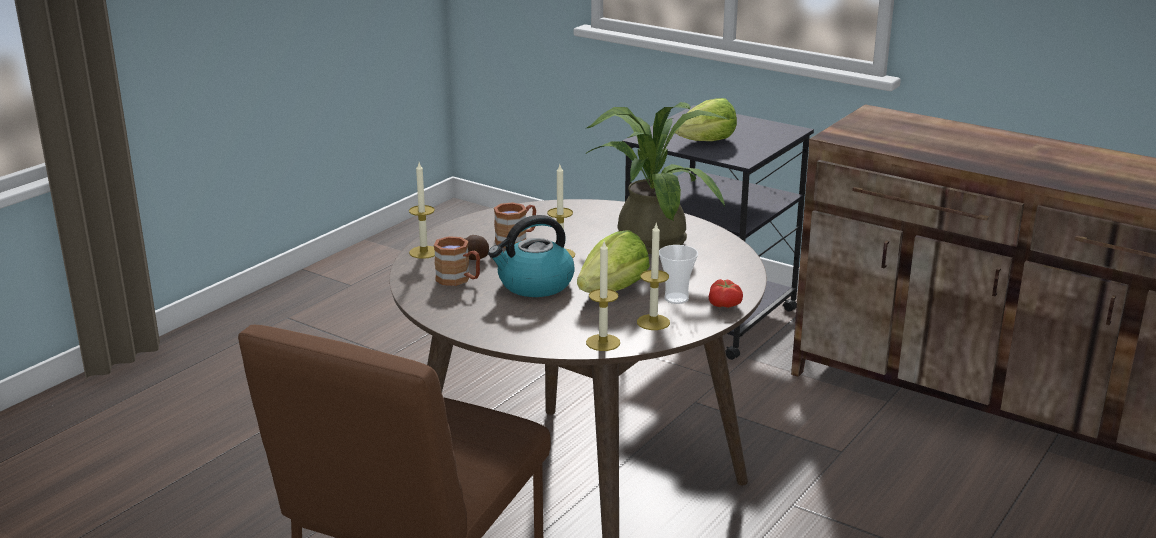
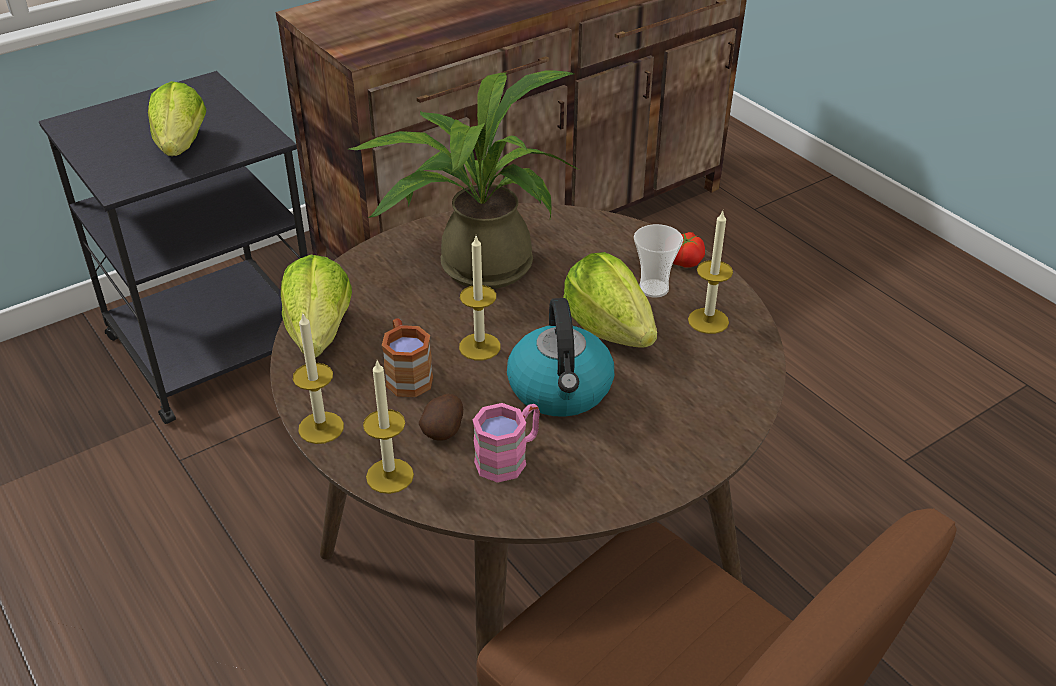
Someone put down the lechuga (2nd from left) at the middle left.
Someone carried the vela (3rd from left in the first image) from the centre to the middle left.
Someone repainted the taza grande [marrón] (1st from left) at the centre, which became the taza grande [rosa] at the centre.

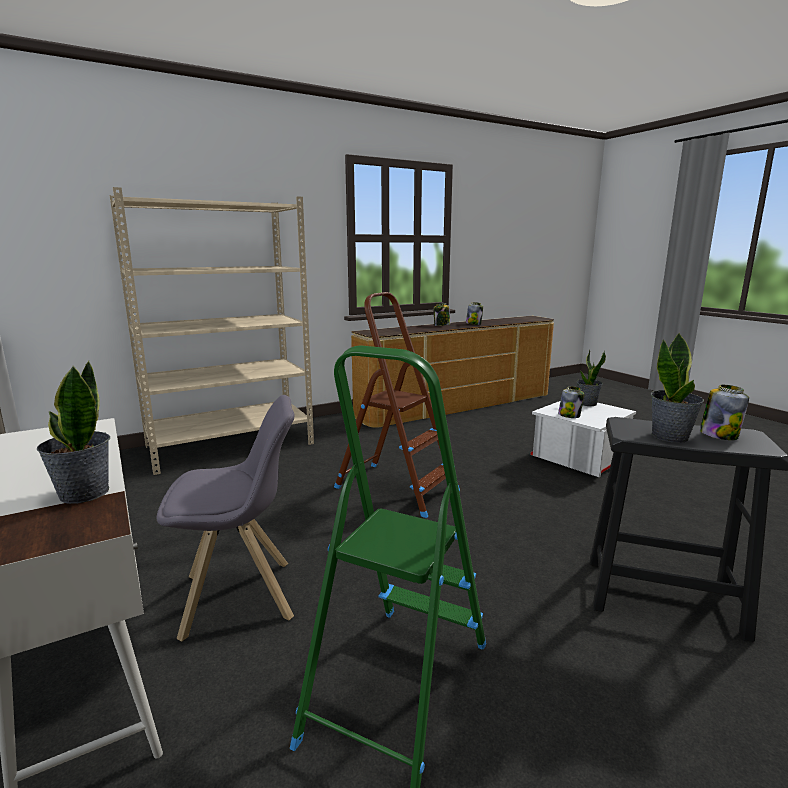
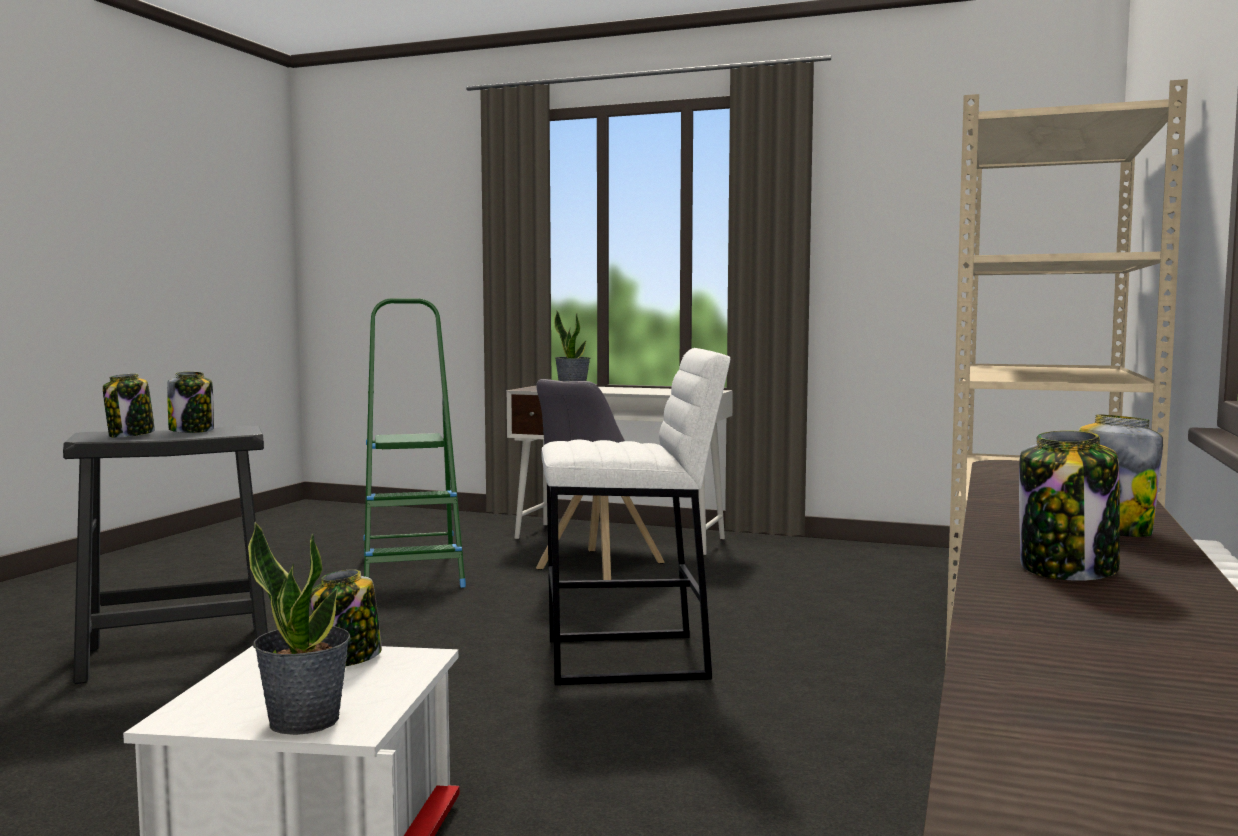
Someone swapped the planta en maceta (3rd from left) at the middle right for the tarro (2nd from left) at the middle left.
Someone swapped the escalera de tijera [marrón] at the centre for the taburete [blanco] at the centre.

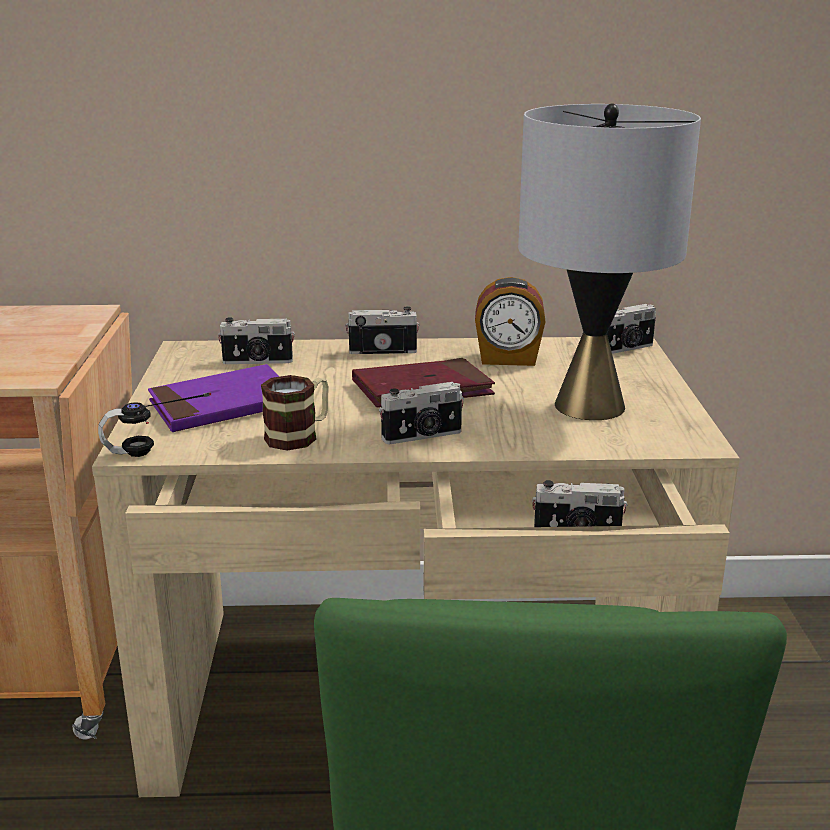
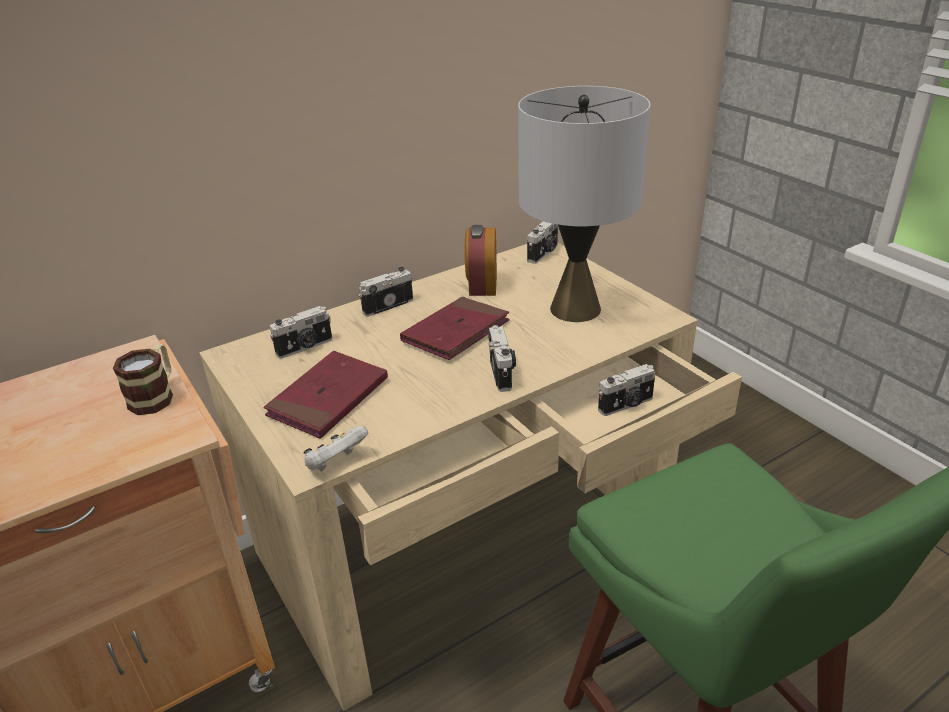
Someone carried the taza grande from the centre to the middle left.
Someone repainted the libro [morado] at the middle left, which became the libro [rojo] (1st from left) at the centre.
Someone swapped the auriculares at the middle left for the mando de consola [blanco] at the centre.
Someone rotated the despertador at the centre by 120 degrees clockwise.
Someone rotated the cámara (3rd from left) at the centre by 45 degrees counterclockwise.

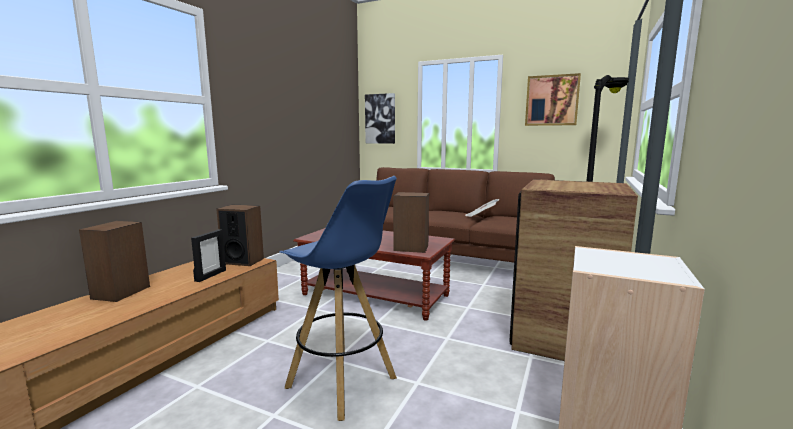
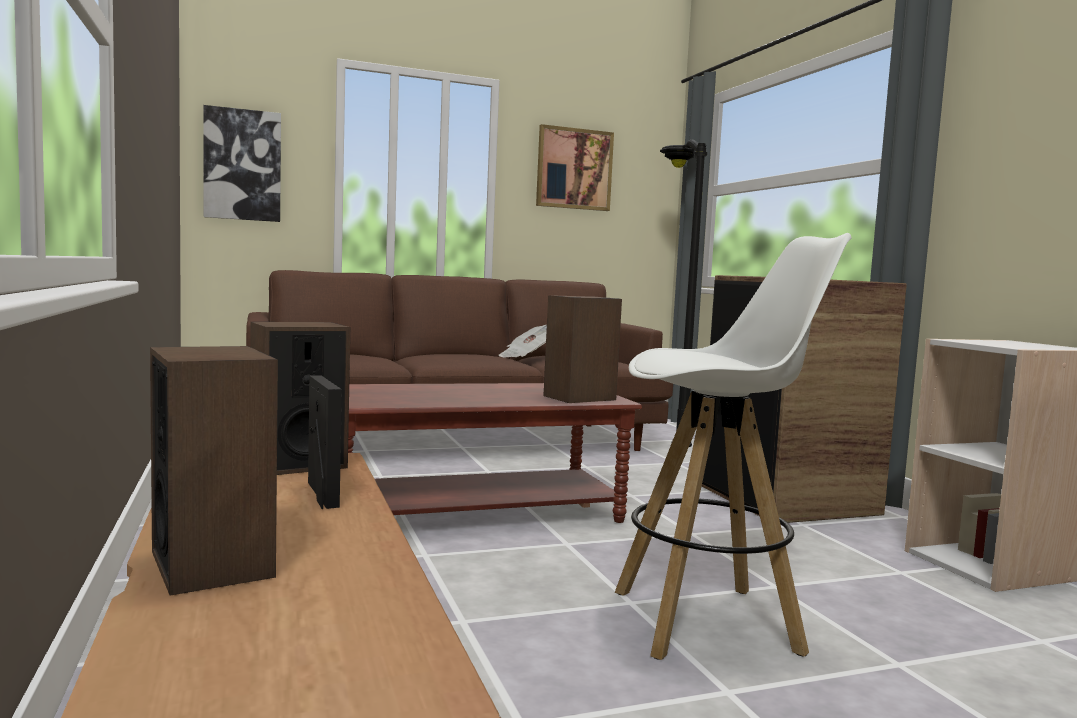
Someone repainted the taburete [azul] at the bottom centre, which became the taburete [blanco] at the middle right.

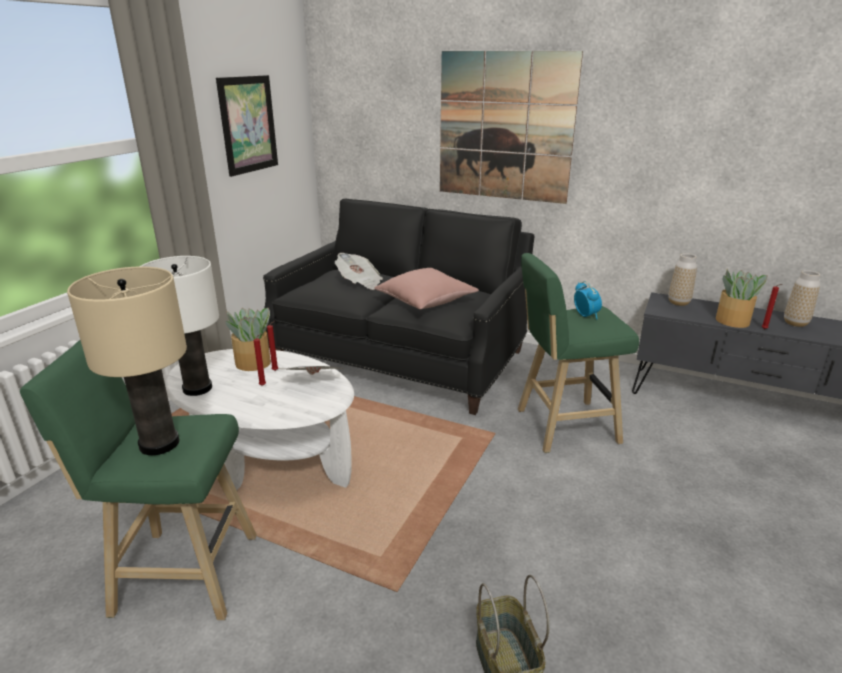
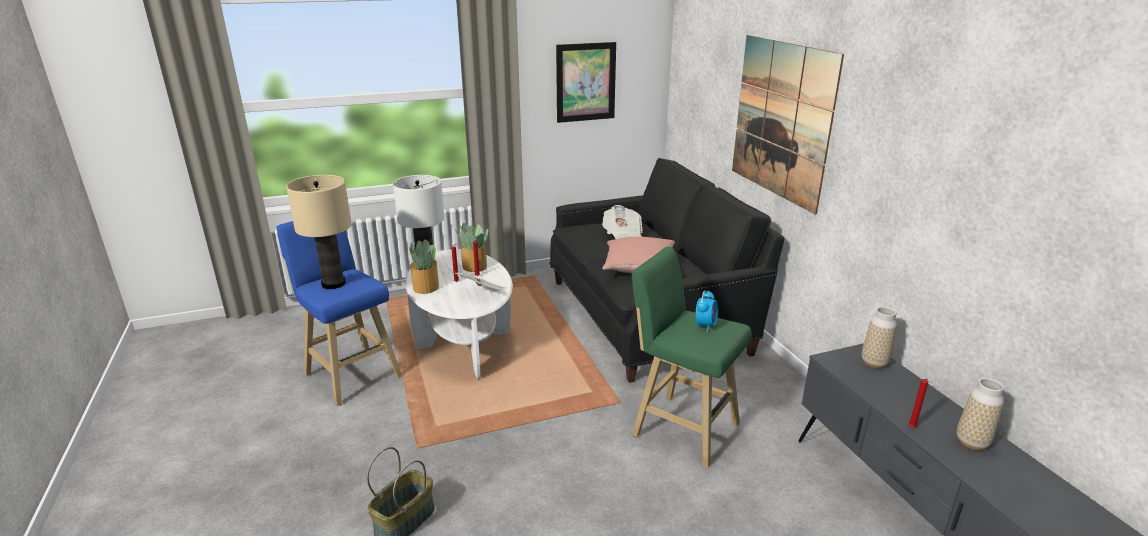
Someone repainted the taburete [verde] (1st from left) at the bottom left, which became the taburete [azul] at the middle left.
Someone carried the planta en maceta (2nd from left in the first image) from the middle right to the centre.

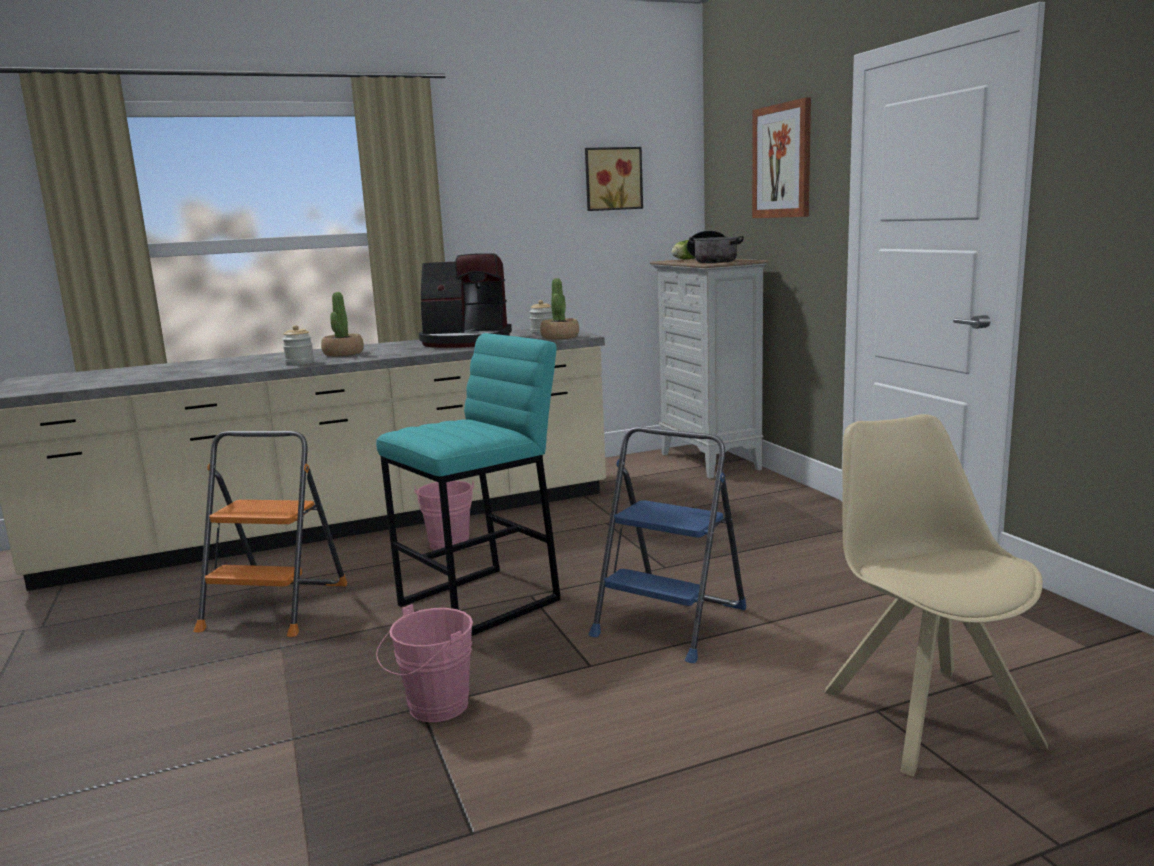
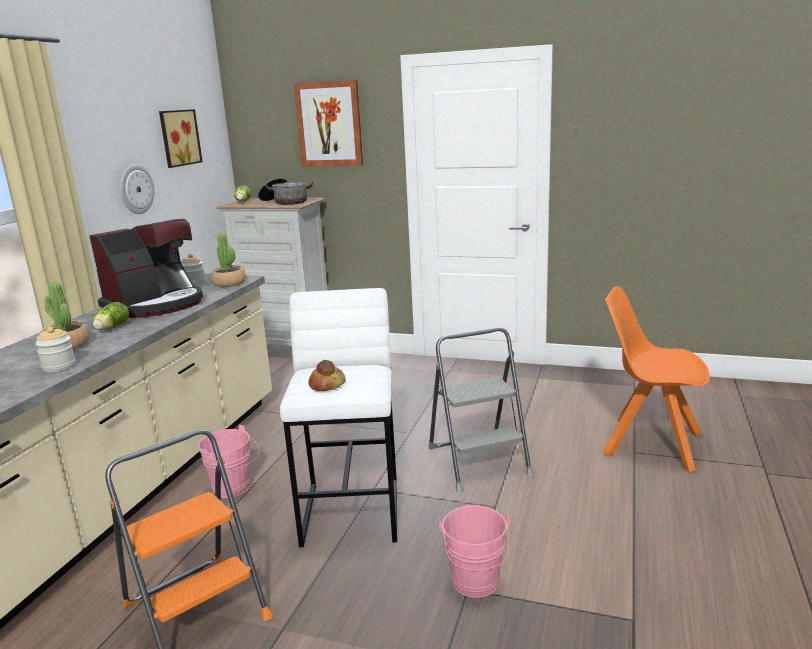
Someone put down the lechuga (1st from left) at the middle left.
Someone put up the reloj de pared at the top left.
Someone repainted the taburete [turquesa] at the centre, which became the taburete [blanco] at the centre.
Someone put down the pan at the centre.
Someone repainted the escalera de tijera [azul] at the centre, which became the escalera de tijera [gris] at the centre.
Someone repainted the silla [beis] at the bottom right, which became the silla [naranja] at the middle right.

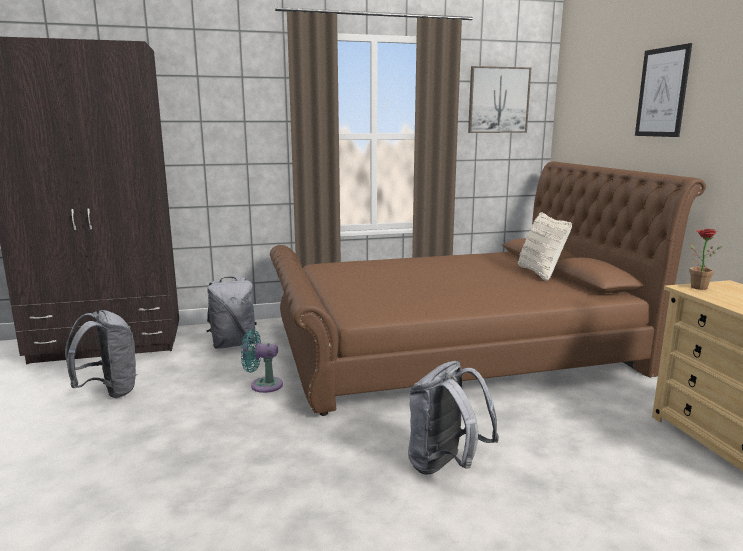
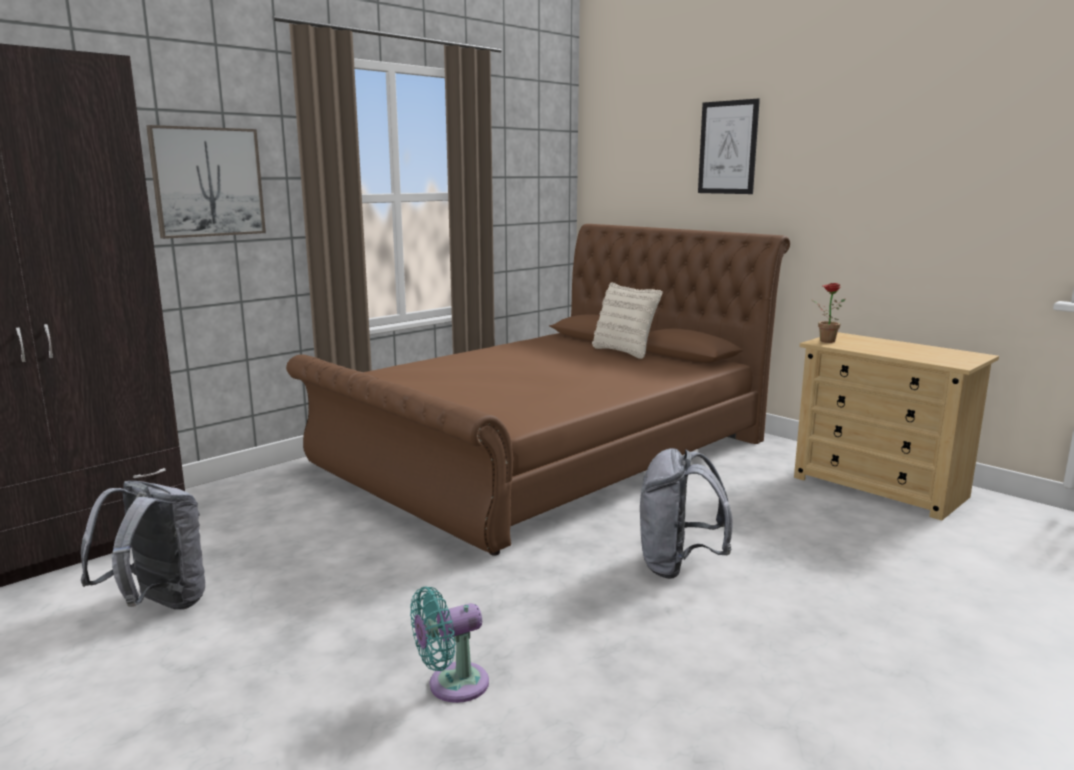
Someone carried the cuadro (1st from left) from the top right to the top left.
Someone carried the ventilador [turquesa] from the centre to the bottom centre.
Someone took away the mochila [gris] (2nd from left) at the middle left.

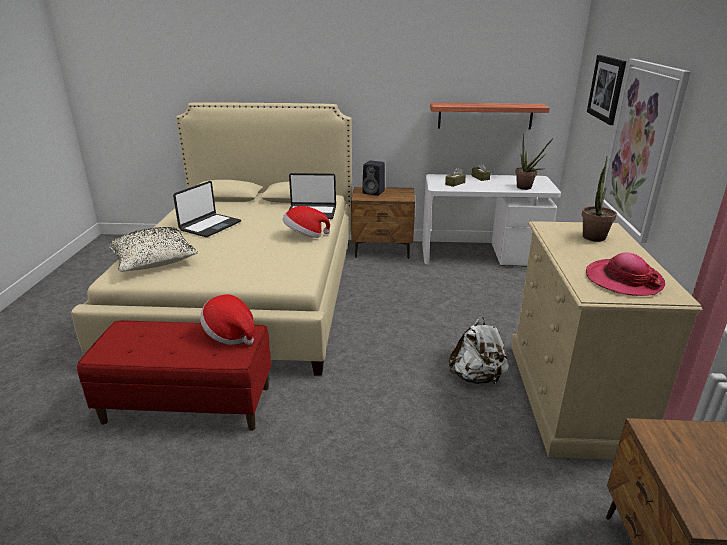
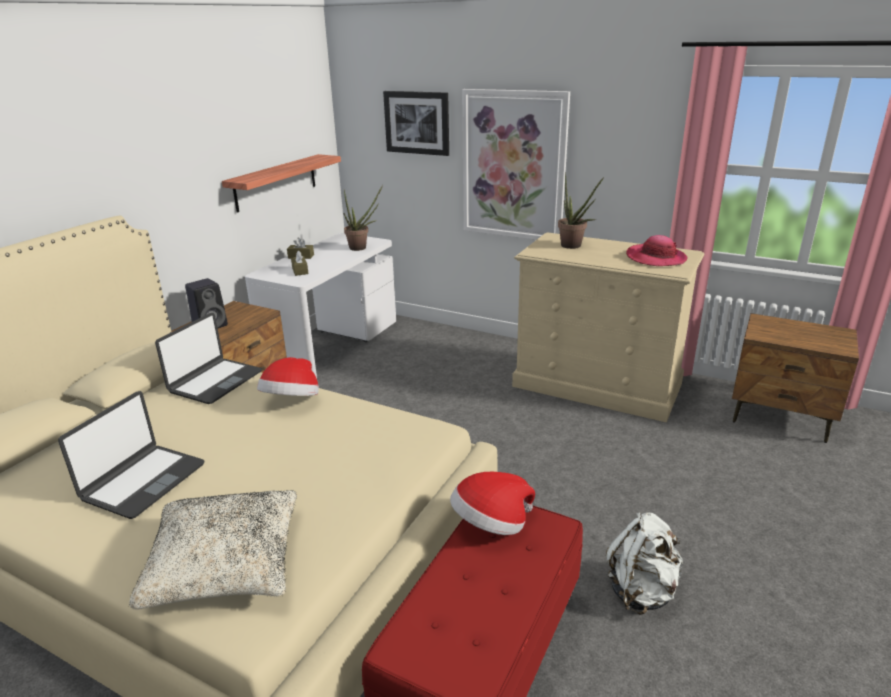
Someone rotated the portátil (1st from left) at the middle left by 60 degrees clockwise.
Someone carried the mochila [blanco] from the centre to the bottom right.

